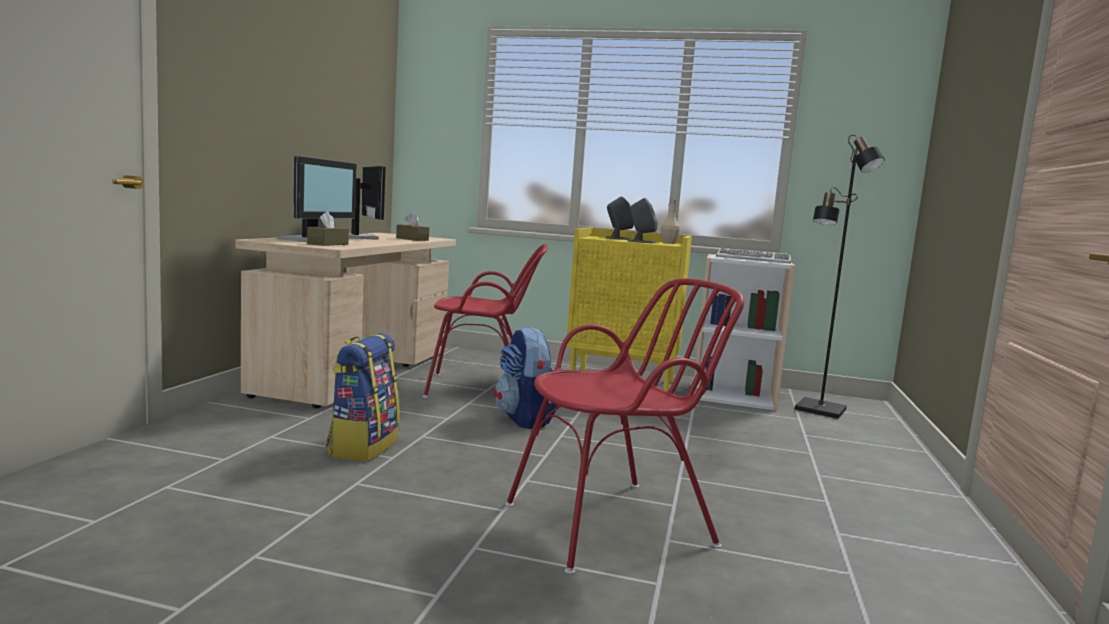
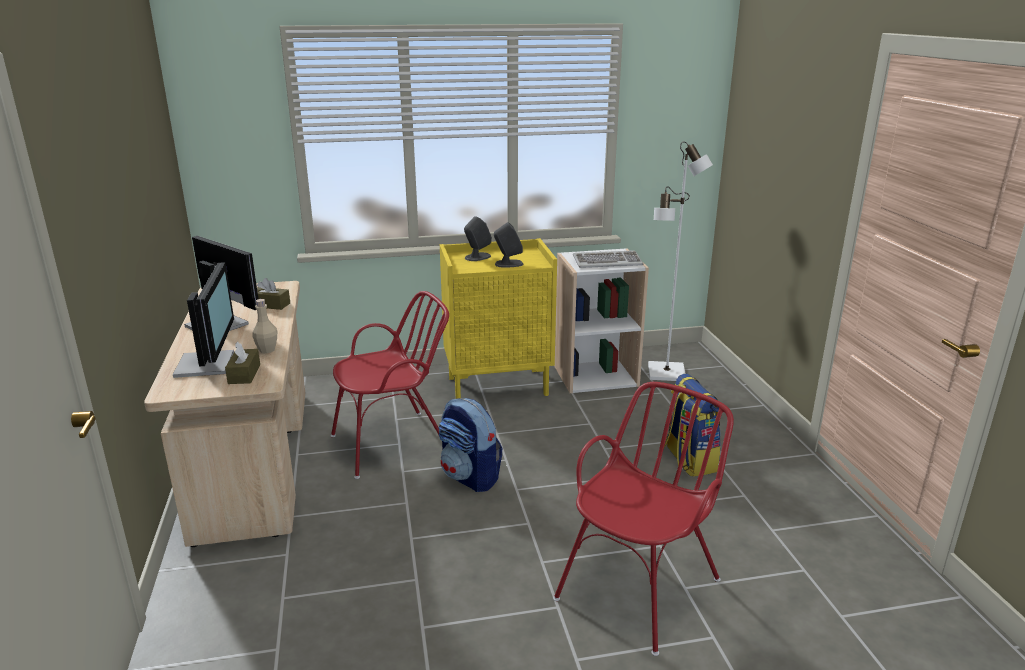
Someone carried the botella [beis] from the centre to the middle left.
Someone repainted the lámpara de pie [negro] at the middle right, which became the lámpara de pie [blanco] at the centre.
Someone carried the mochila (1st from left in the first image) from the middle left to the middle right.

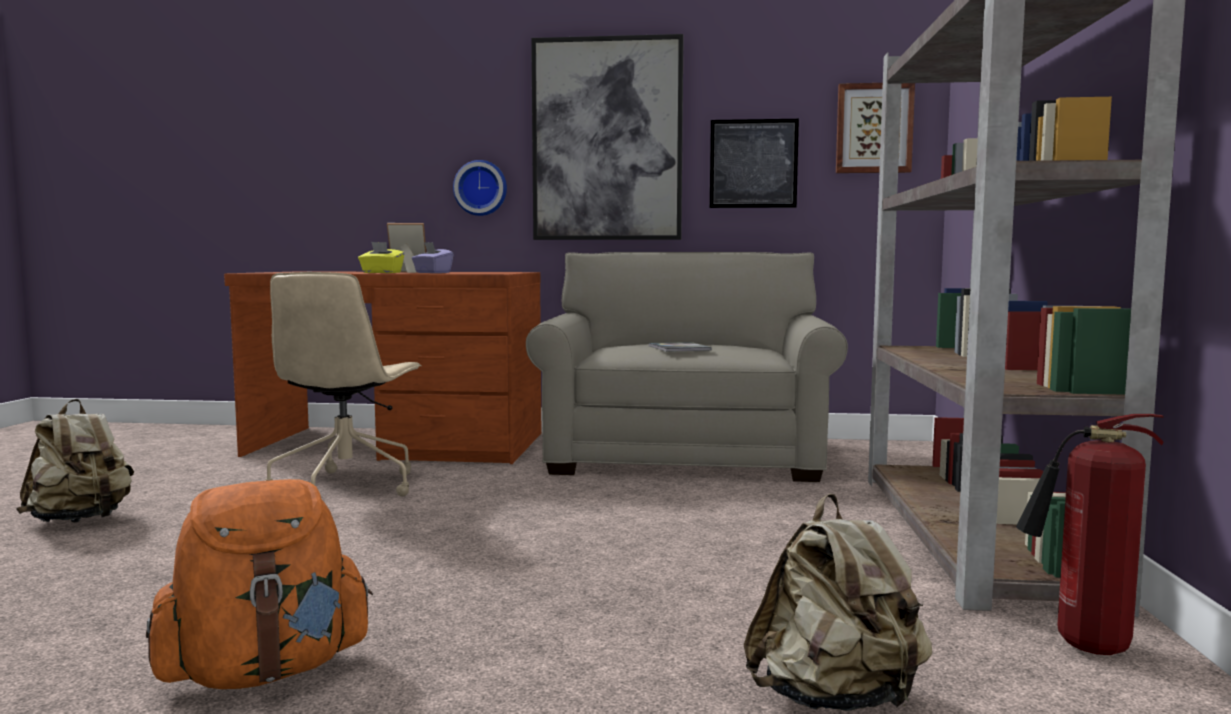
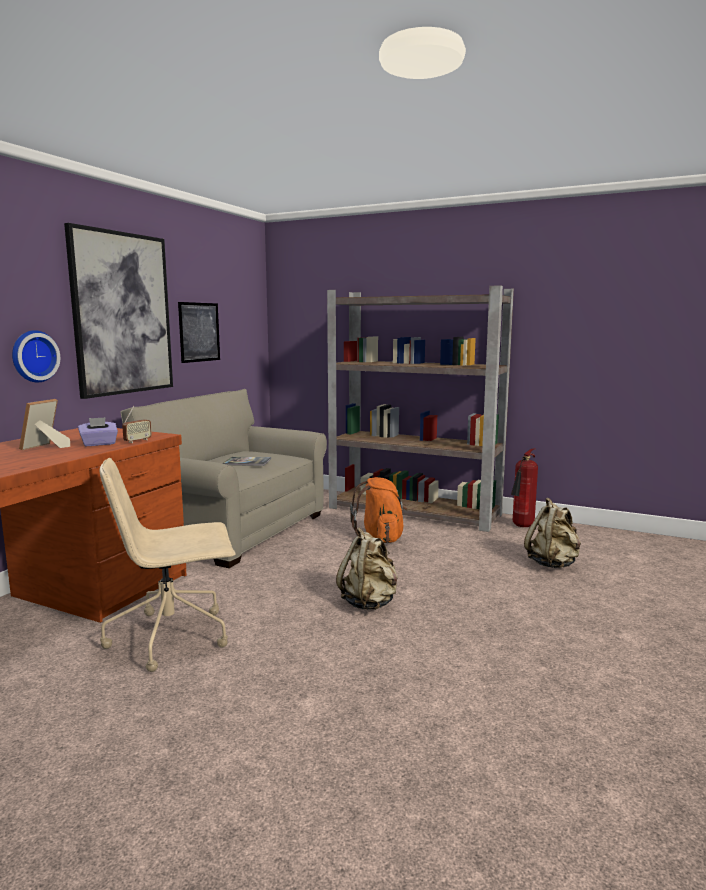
Someone rotated the silla de oficina [beis] at the middle left by 135 degrees clockwise.
Someone put down the radio at the middle left.
Someone carried the mochila [beis] (1st from left) from the middle left to the centre.
Someone carried the mochila [naranja] from the bottom left to the centre.
Someone took away the caja de pañuelos [amarillo] at the middle left.
Someone took away the cuadro (3rd from left) at the top right.

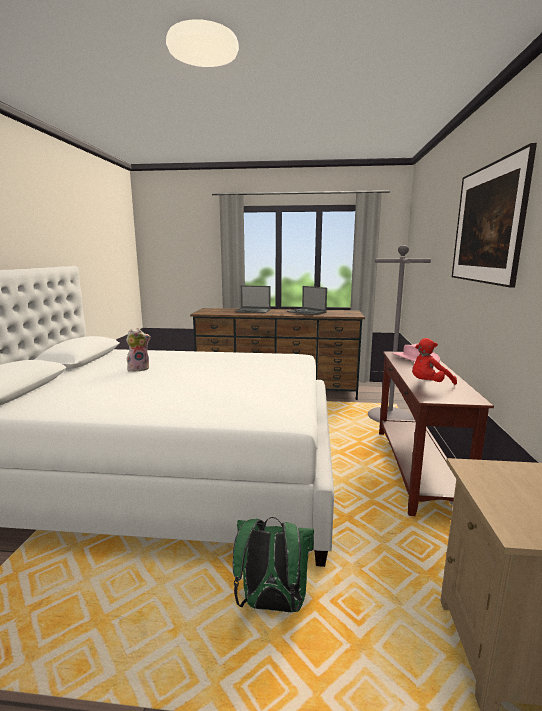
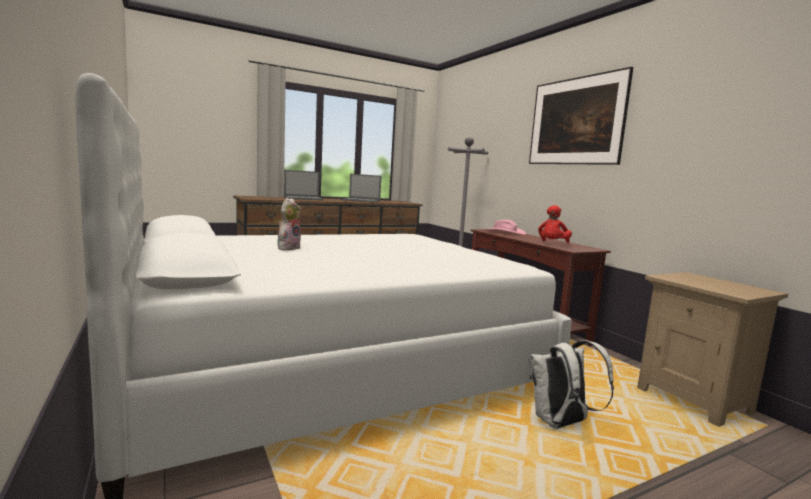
Someone repainted the mochila [verde] at the bottom centre, which became the mochila [blanco] at the bottom right.

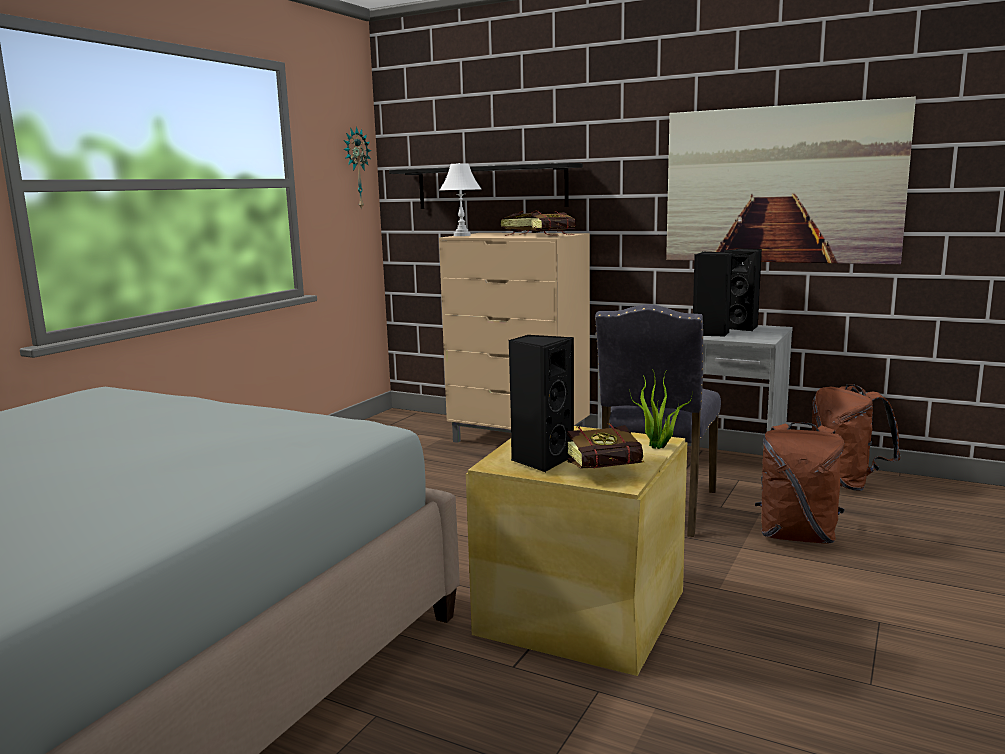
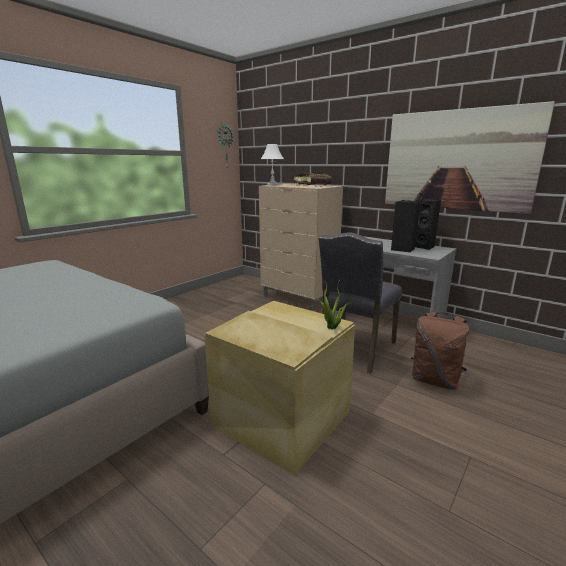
Someone took away the estante [negro] at the top centre.
Someone took away the altavoz [negro] (1st from left) at the centre.
Someone took away the libro (3rd from left) at the centre.
Someone took away the mochila [marrón] (2nd from left) at the middle right.

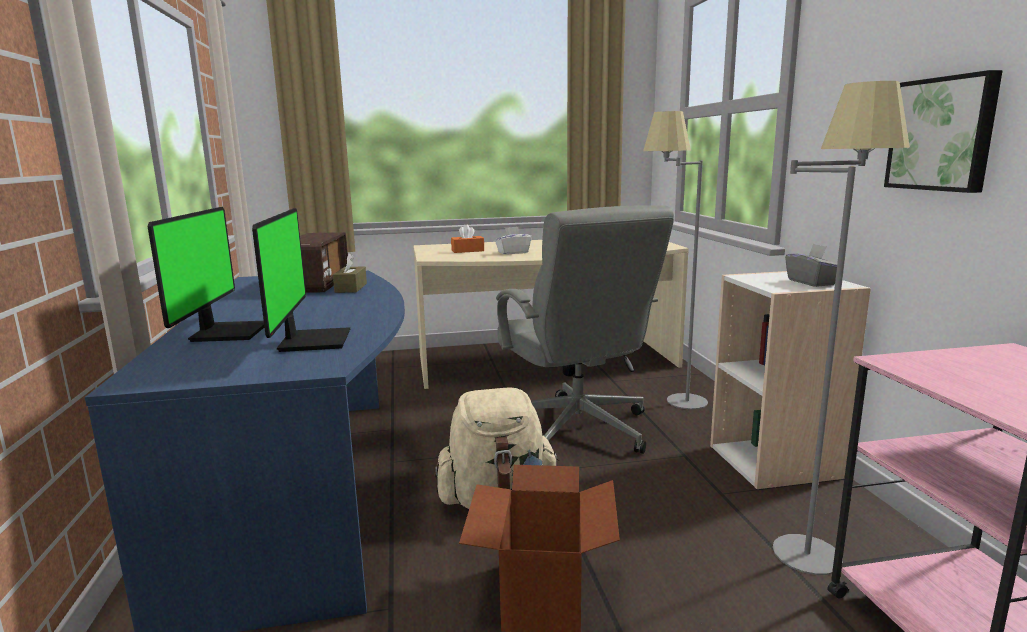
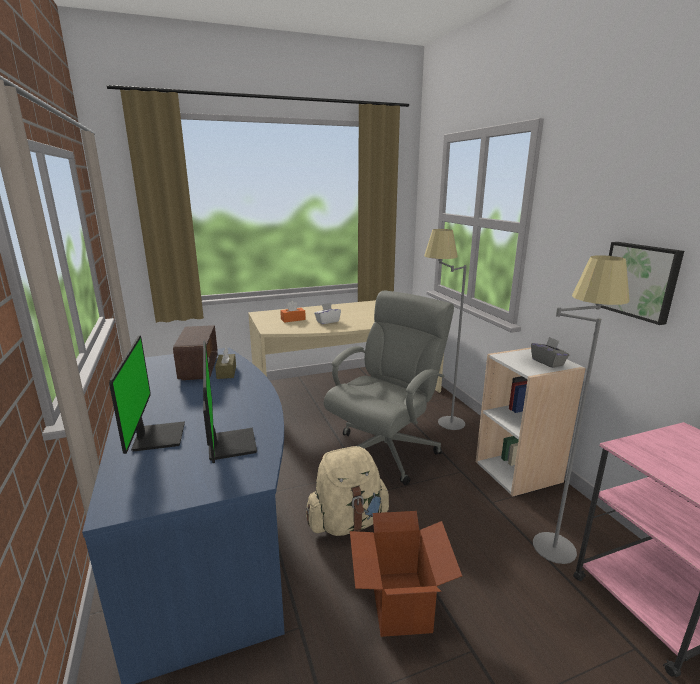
Someone rotated the silla de oficina [gris] at the centre by 105 degrees counterclockwise.

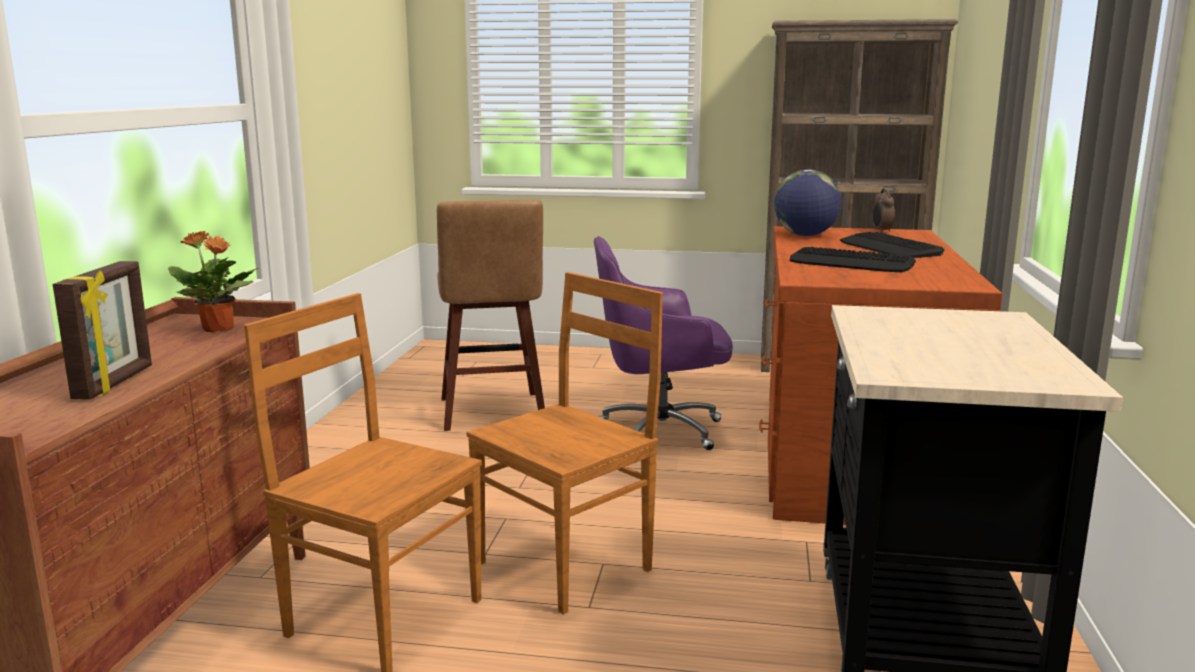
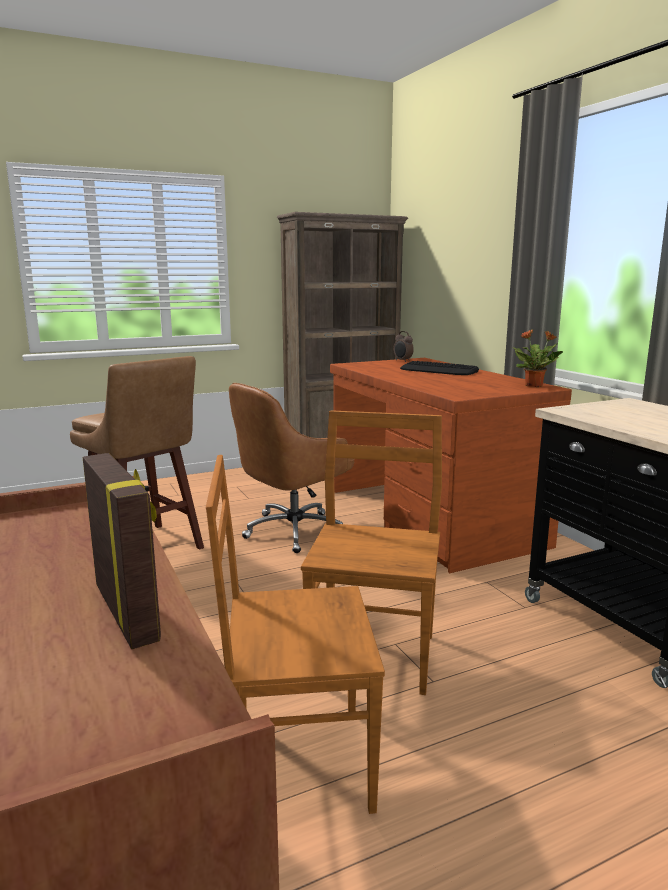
Someone repainted the silla de oficina [morado] at the centre, which became the silla de oficina [marrón] at the centre.
Someone carried the planta en maceta from the middle left to the middle right.
Someone took away the globo terráqueo at the top right.
Someone took away the teclado (1st from left) at the middle right.

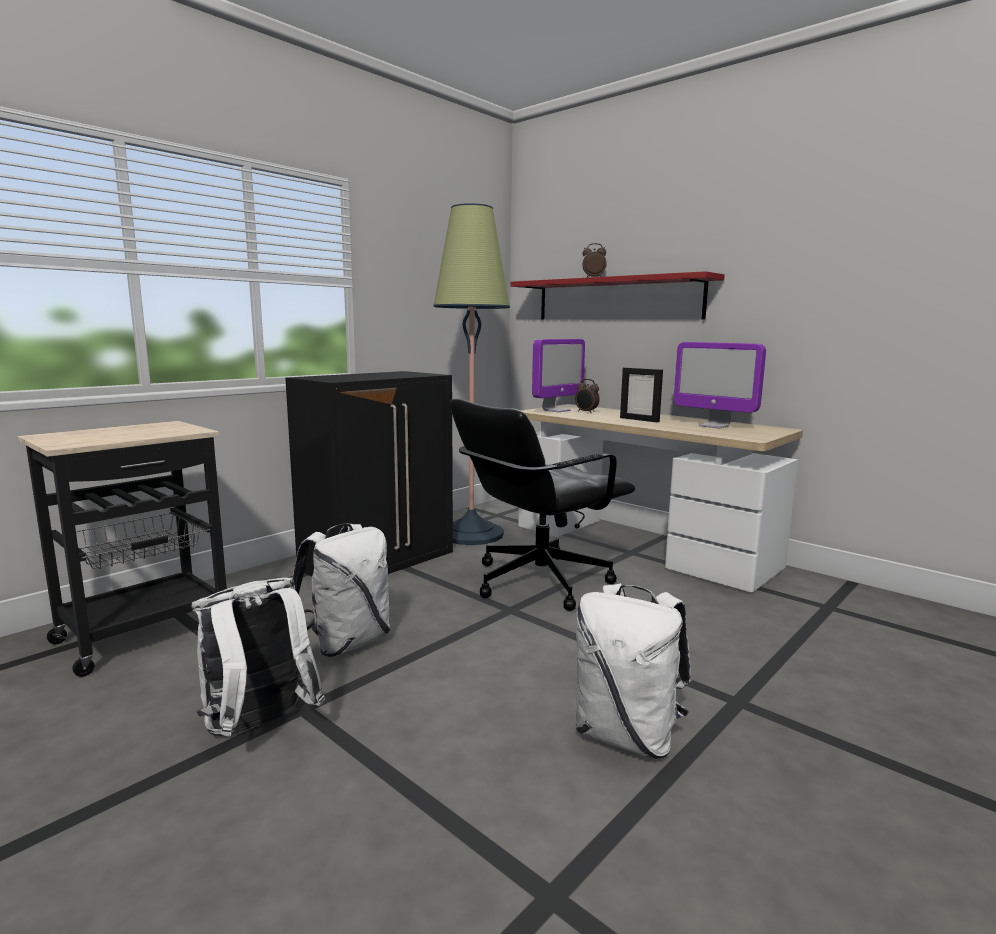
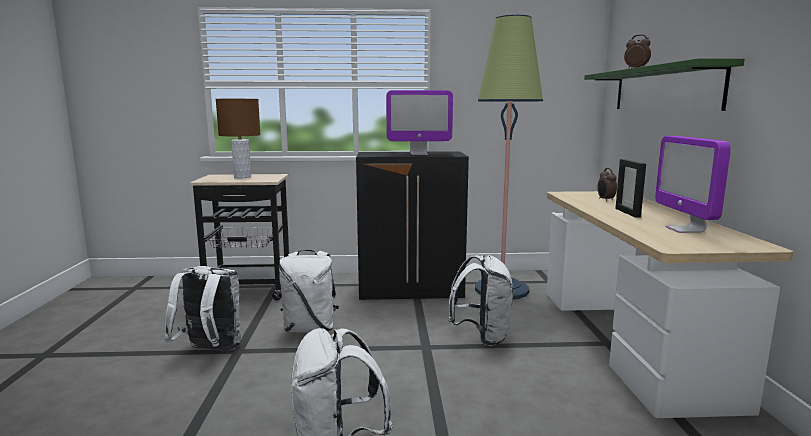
Someone put down the lámpara de mesa [marrón] at the top left.
Someone carried the monitor (1st from left) from the centre to the top centre.
Someone swapped the silla de oficina [negro] at the centre for the mochila [blanco] (4th from left) at the bottom centre.
Someone repainted the estante [rojo] at the top centre, which became the estante [verde] at the top right.

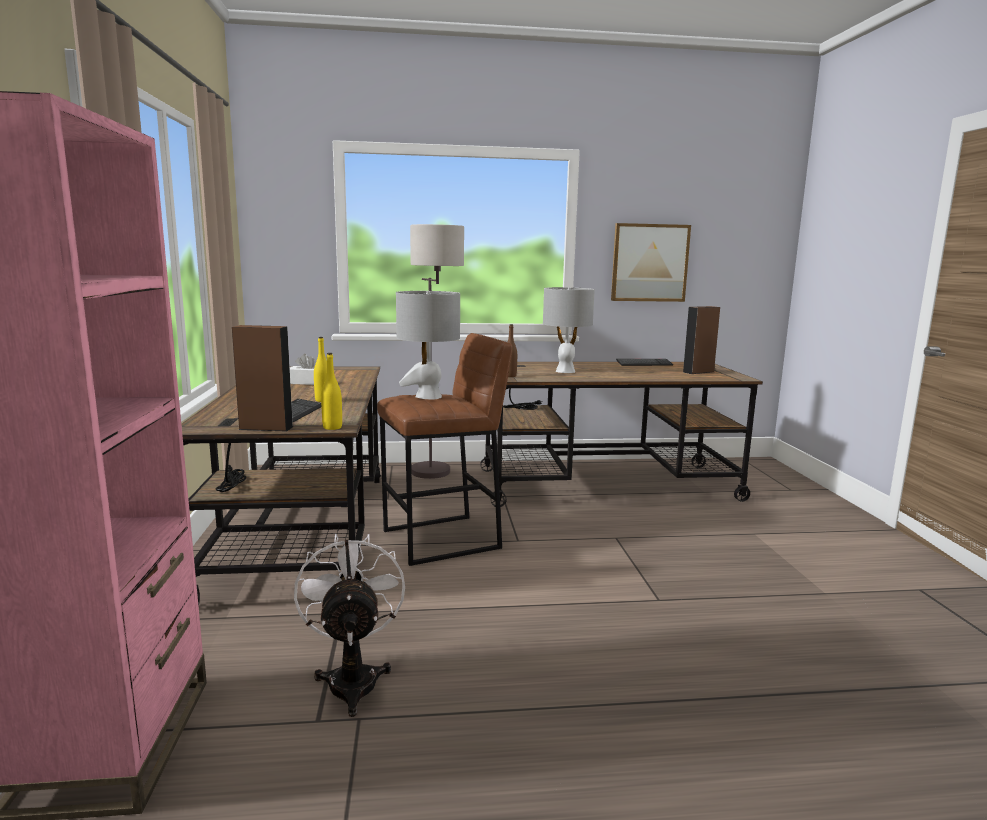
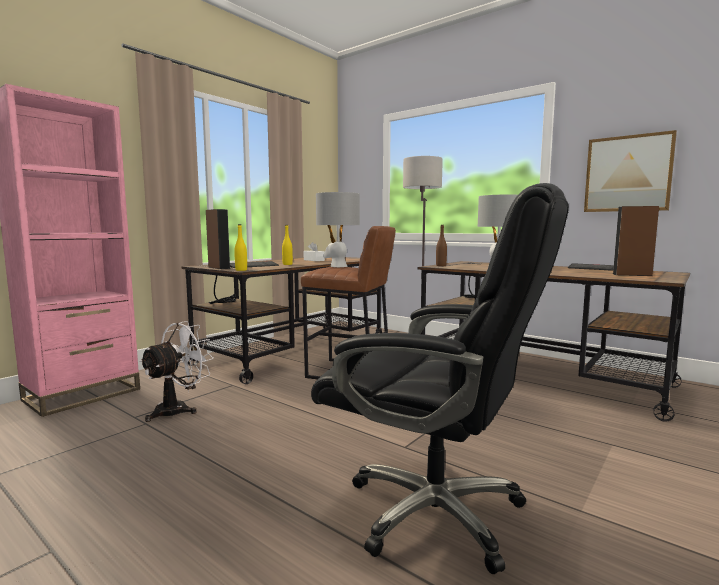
Someone put down the silla de oficina [negro] at the centre.

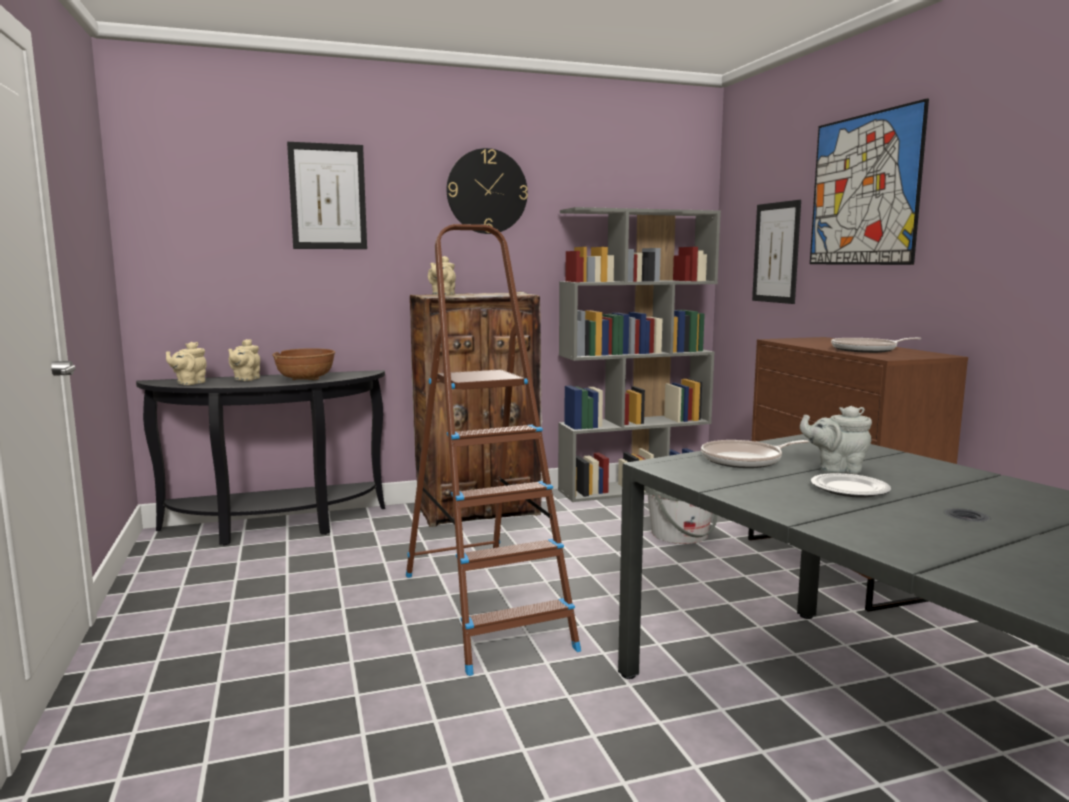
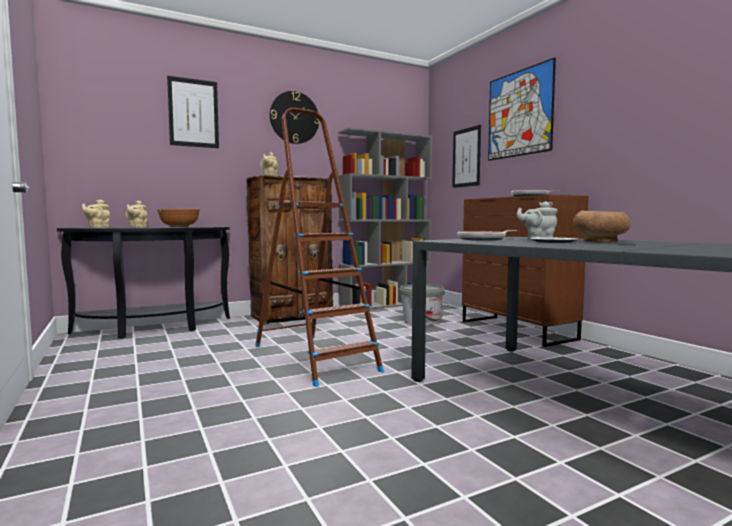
Someone put down the cuenco [marrón] (2nd from left) at the middle right.

